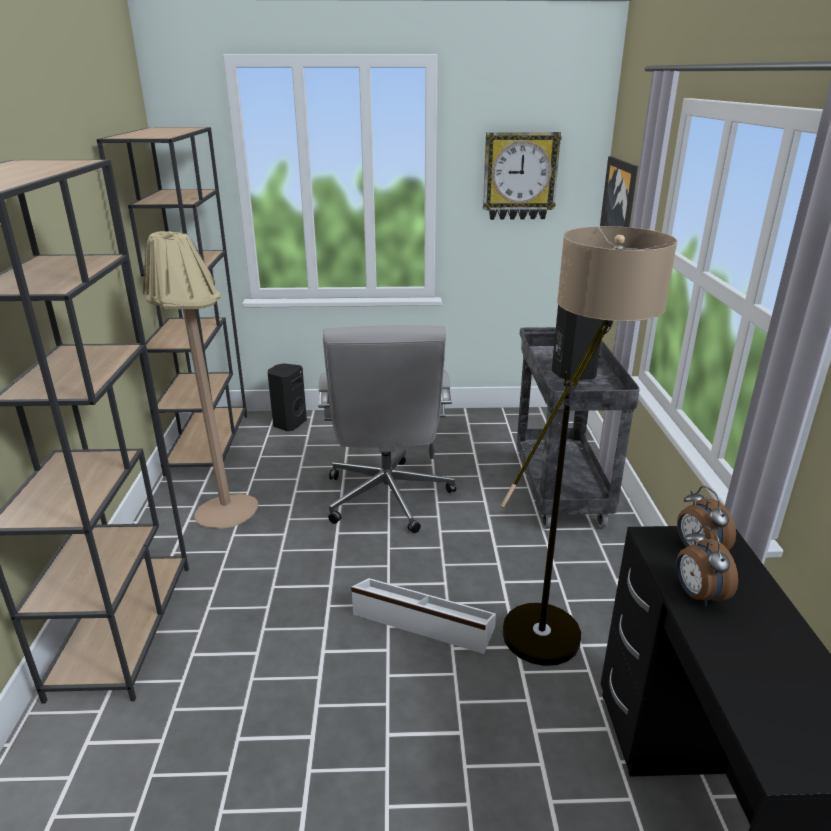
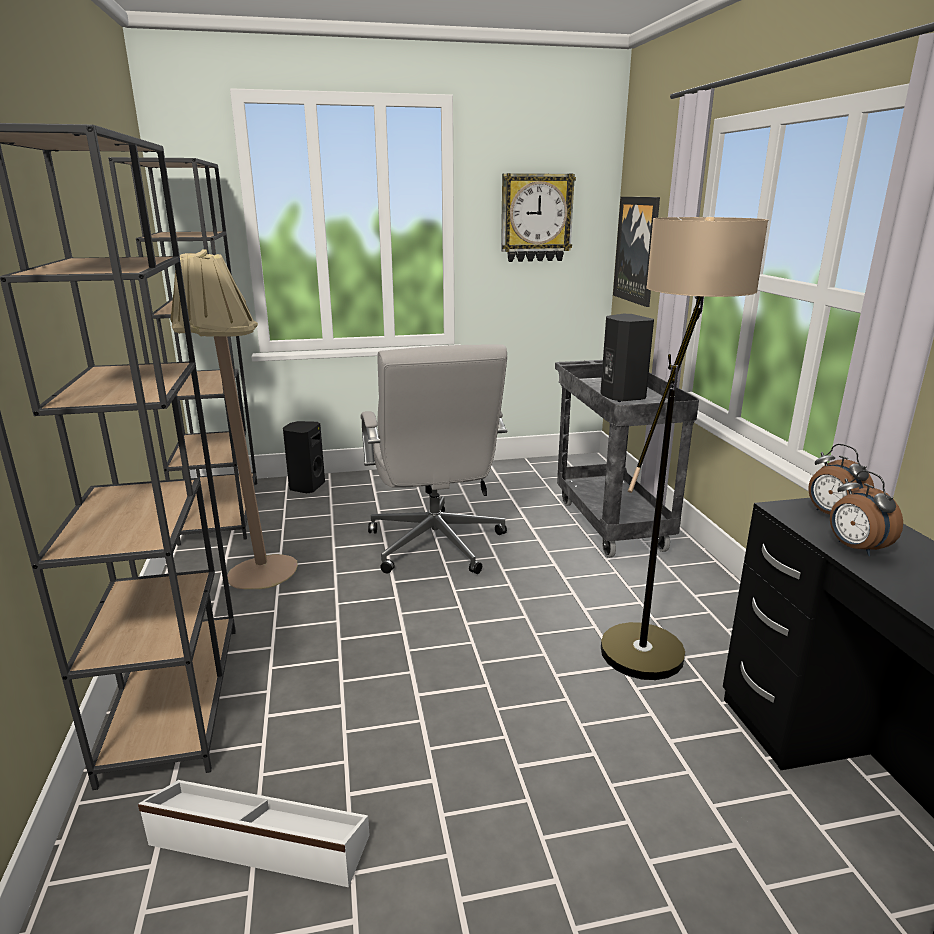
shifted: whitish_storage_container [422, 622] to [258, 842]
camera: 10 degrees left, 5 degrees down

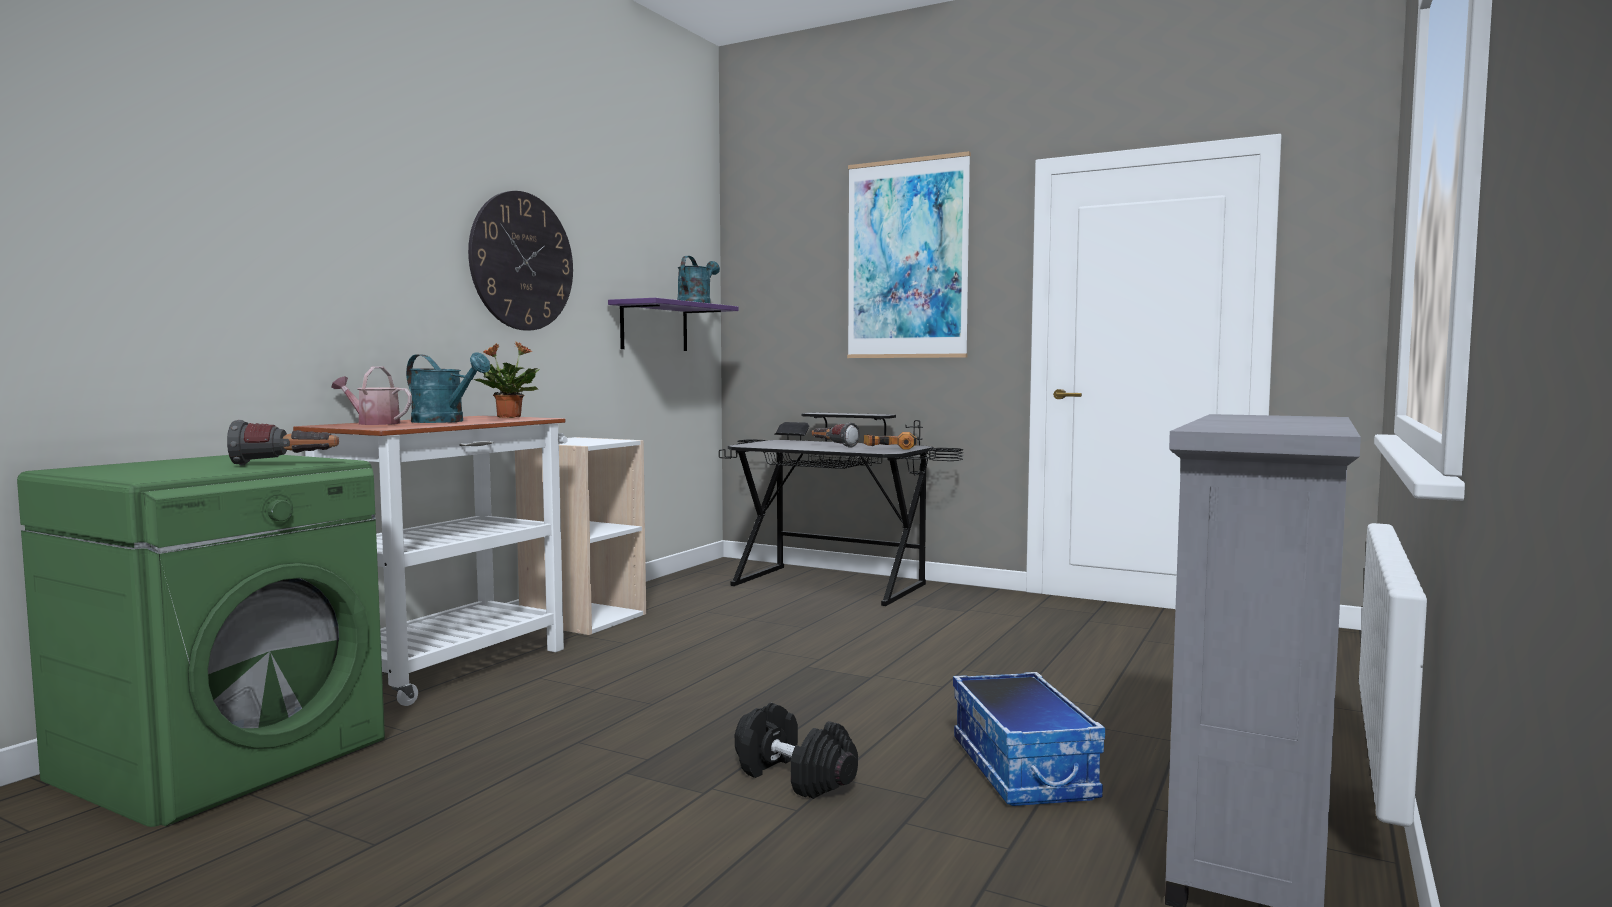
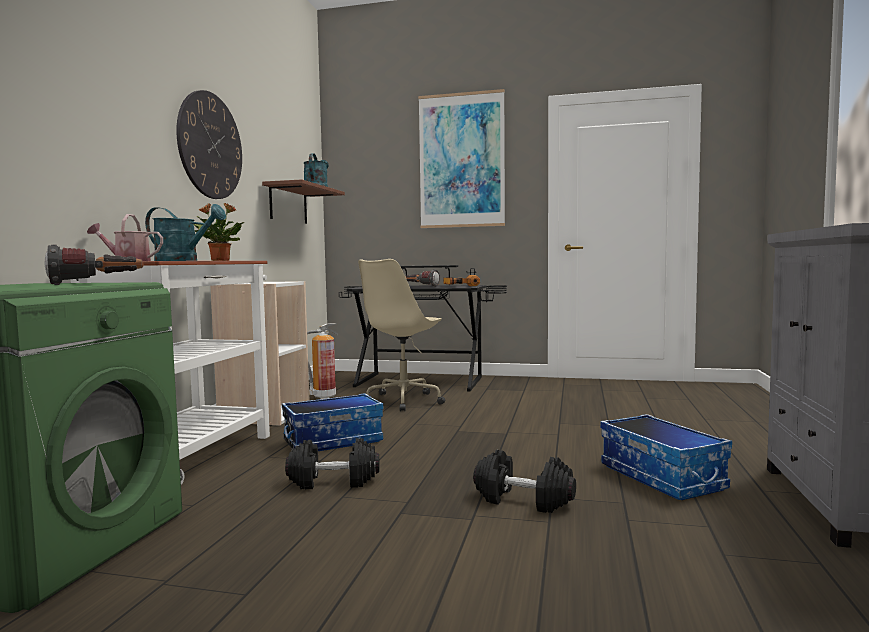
new: sand-coloured_computer_chair [402, 402]; fire-fighting_cylinder [323, 397]; storage_container [333, 441]; black_free_weight [334, 481]
repainted: purple_wall_shelf [654, 327] to brownish_wall_shelf [288, 204]
camera: 15 degrees left, 0 degrees up

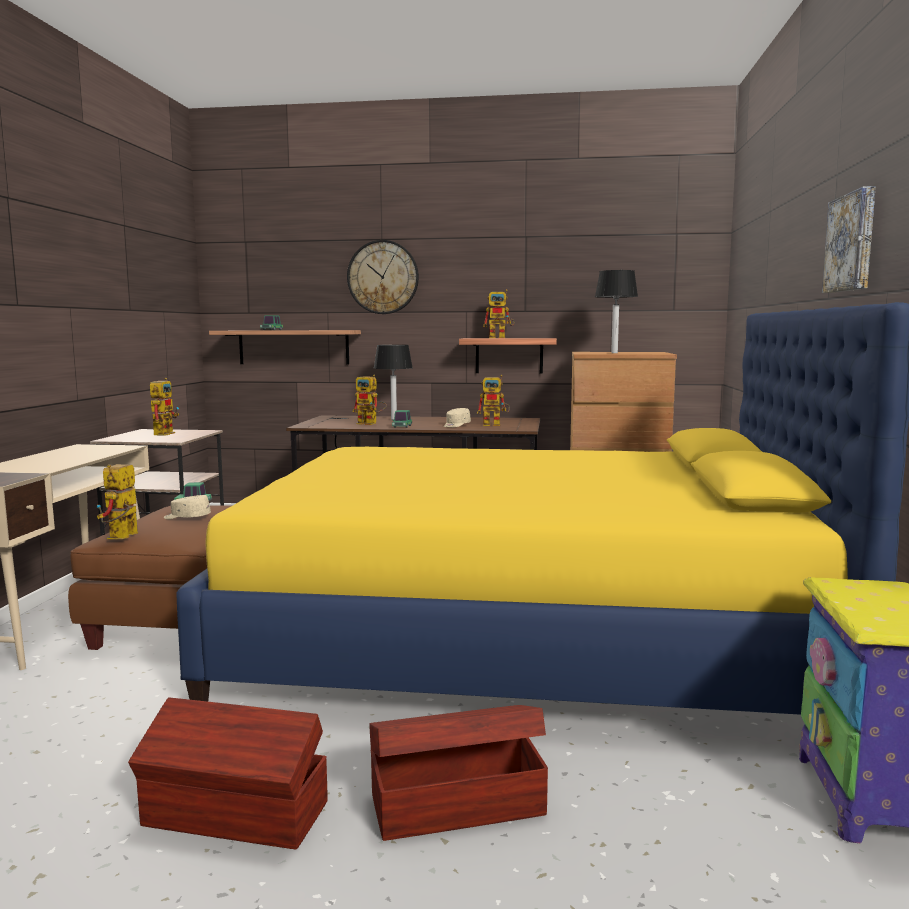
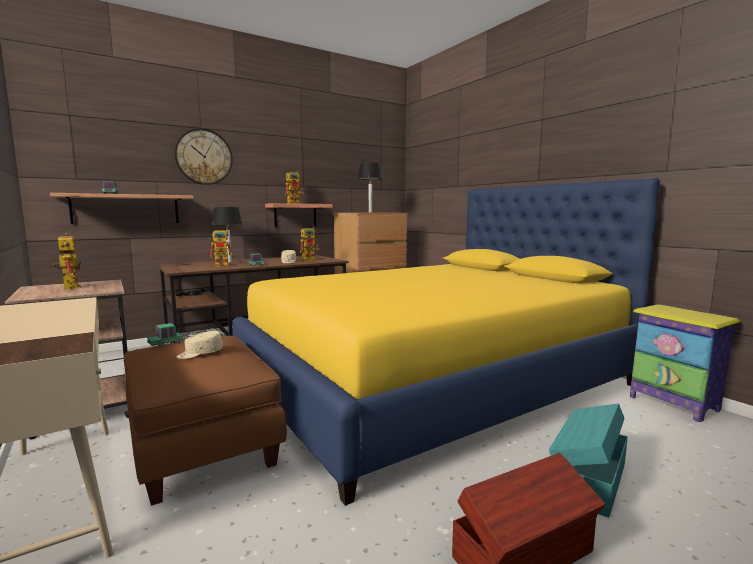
gone: picture [852, 243]; robot_figure [121, 538]
repainted: brownish_storage_container [455, 803] to blue-green_storage_container [588, 479]
camera: 40 degrees left, 0 degrees up

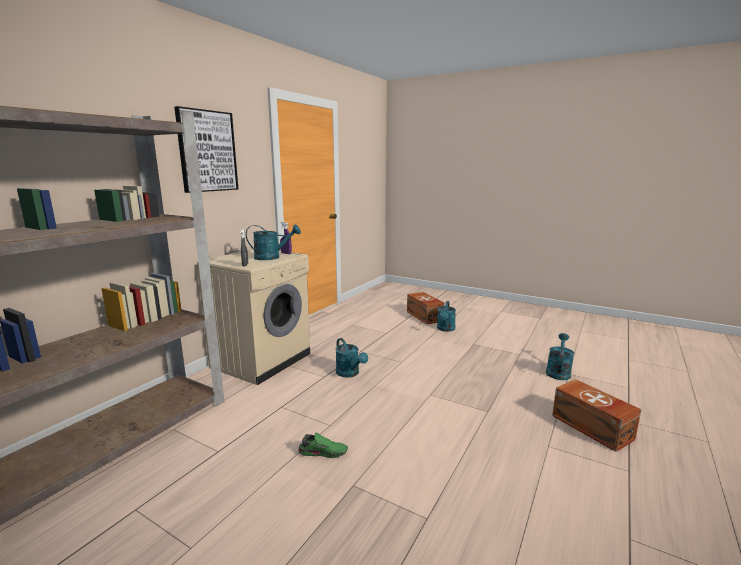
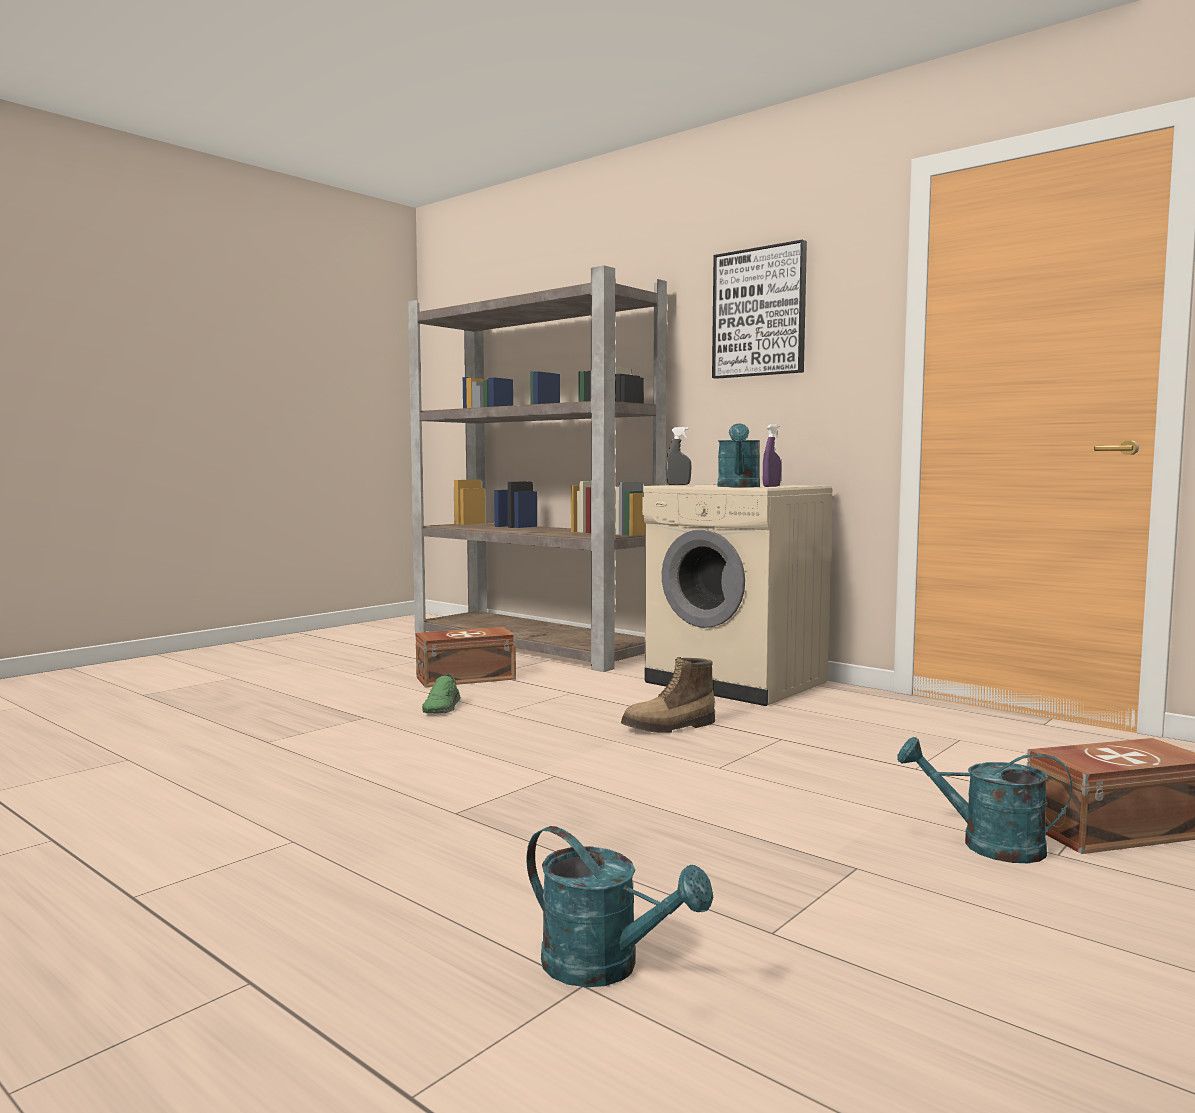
shifted: brownish_storage_container [592, 428] to [464, 678]
swapped: blue-green_watering_can [350, 373] to boot [670, 727]
camera: 100 degrees right, 10 degrees down

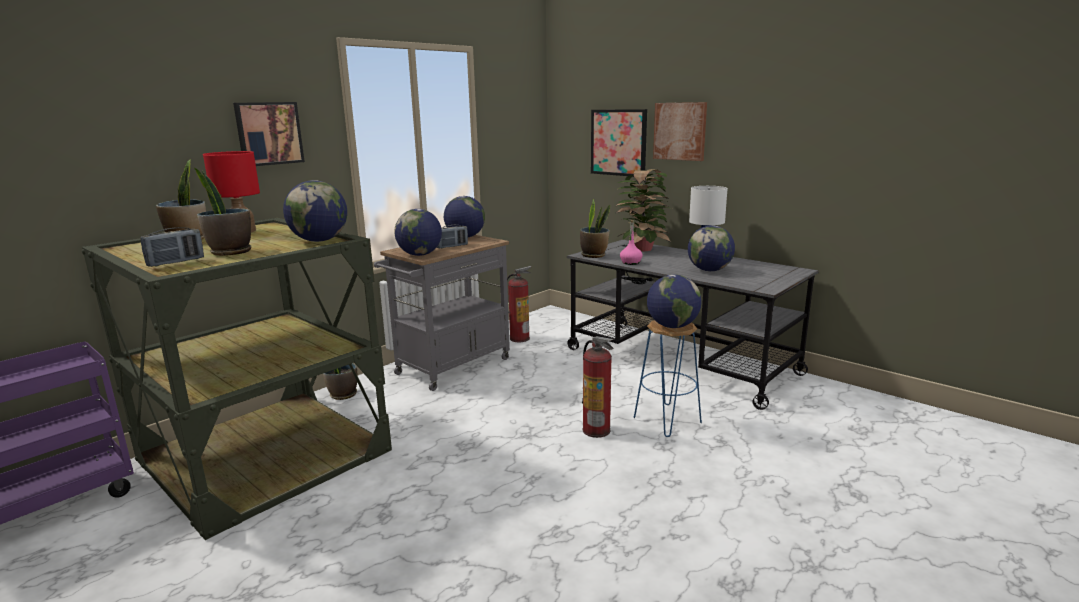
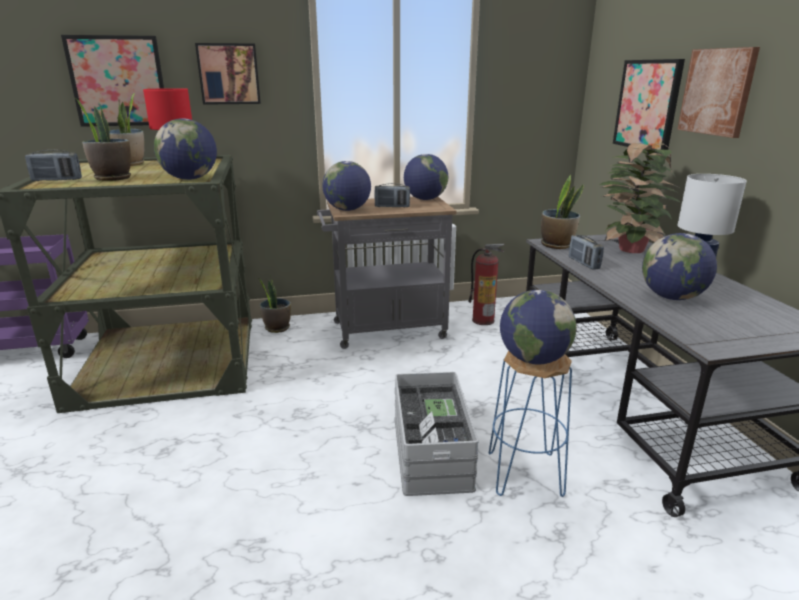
new: picture [118, 81]
swapped: pink_beverage_bottle [631, 262] to radio_set [583, 263]; fire-fighting_cylinder [596, 430] to greyish_storage_container [432, 451]
camera: 35 degrees right, 5 degrees up

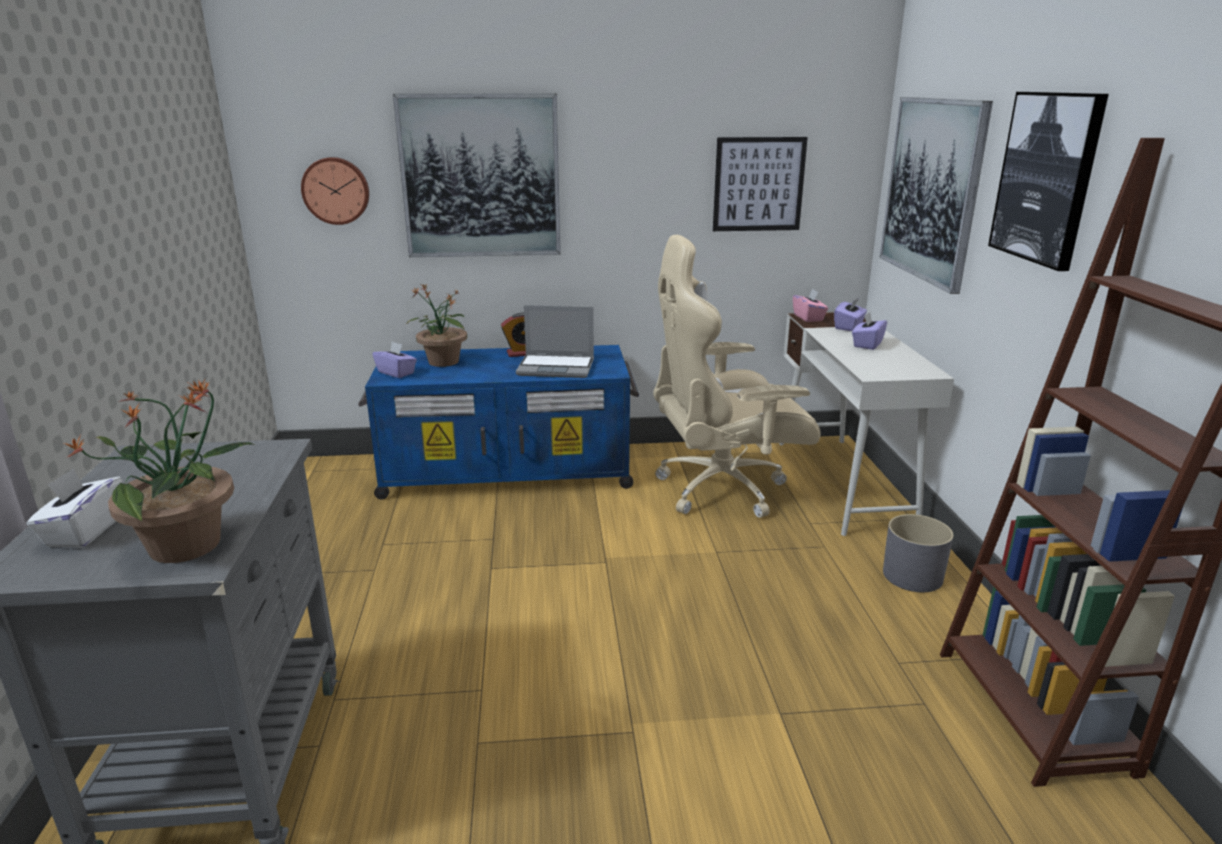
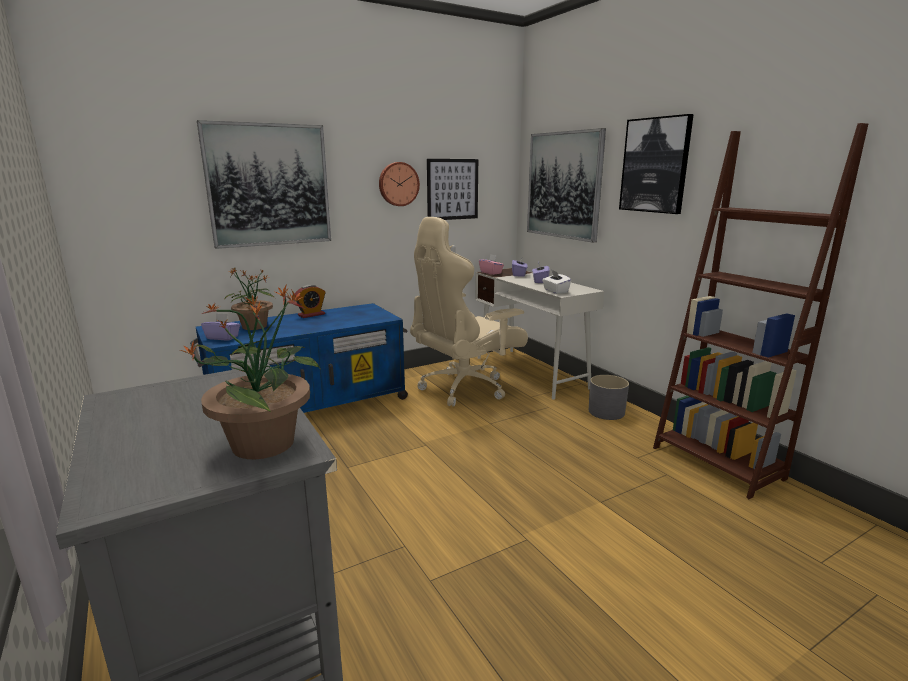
gone: portable_computer [557, 367]
shifted: wall_clock [336, 190] to [398, 184]; whitish_box_of_tissues [84, 531] to [555, 291]
camera: 25 degrees left, 5 degrees down

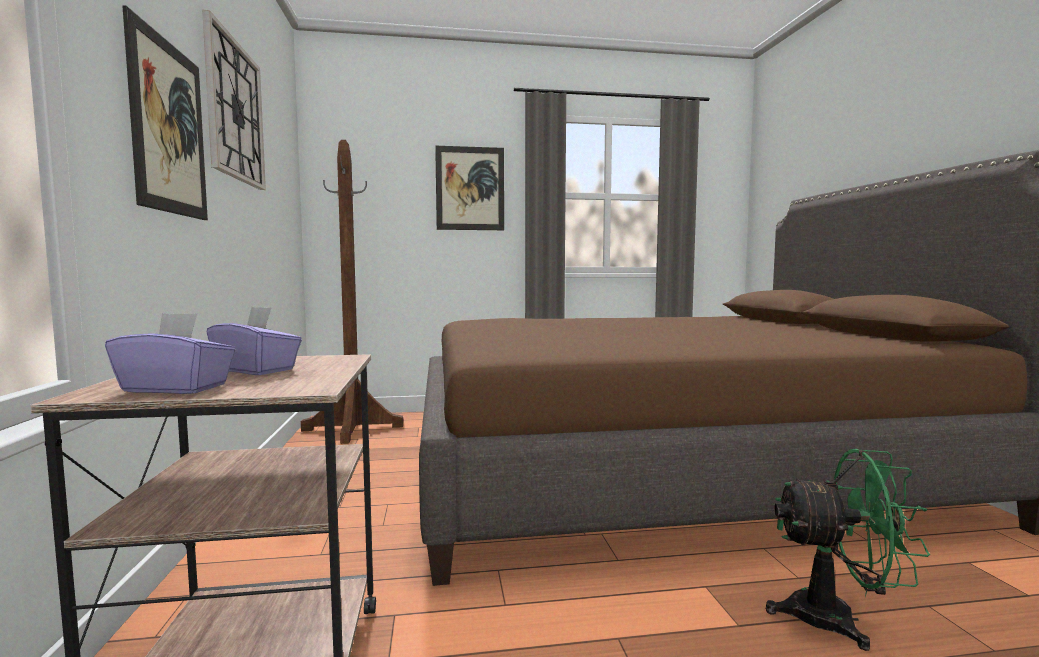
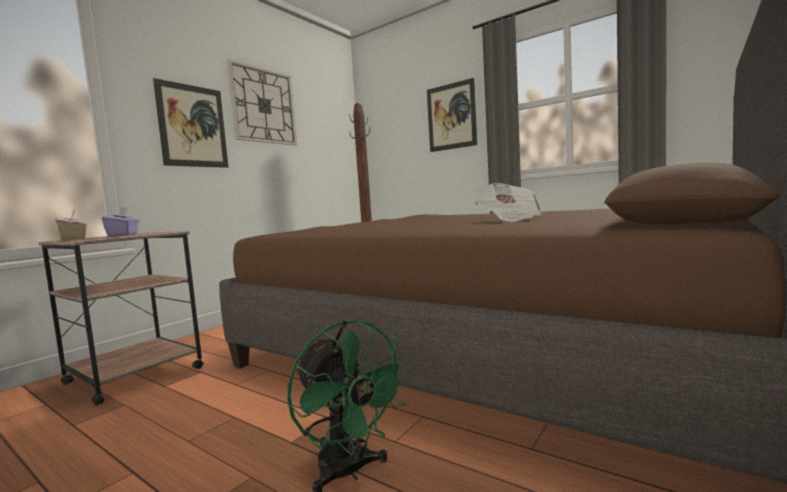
new: daily_paper [508, 219]
repainted: purple_box_of_tissues [176, 388] to sand-coloured_box_of_tissues [73, 239]
camera: 45 degrees right, 0 degrees up

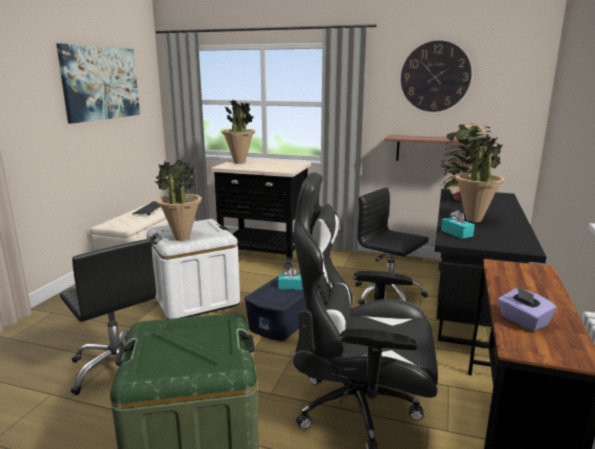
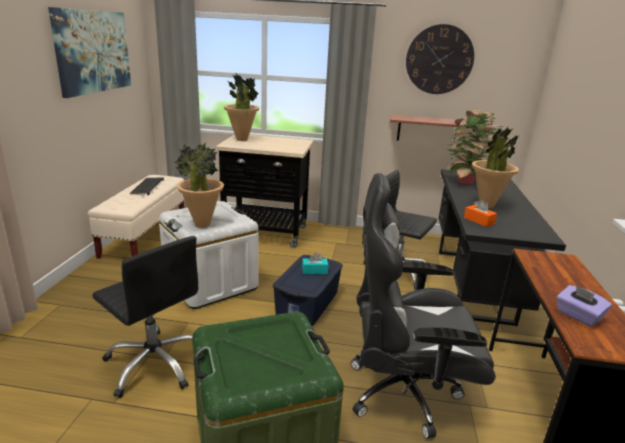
repainted: blue-green_box_of_tissues [456, 233] to orange-coloured_box_of_tissues [479, 221]
camera: 10 degrees left, 5 degrees up

